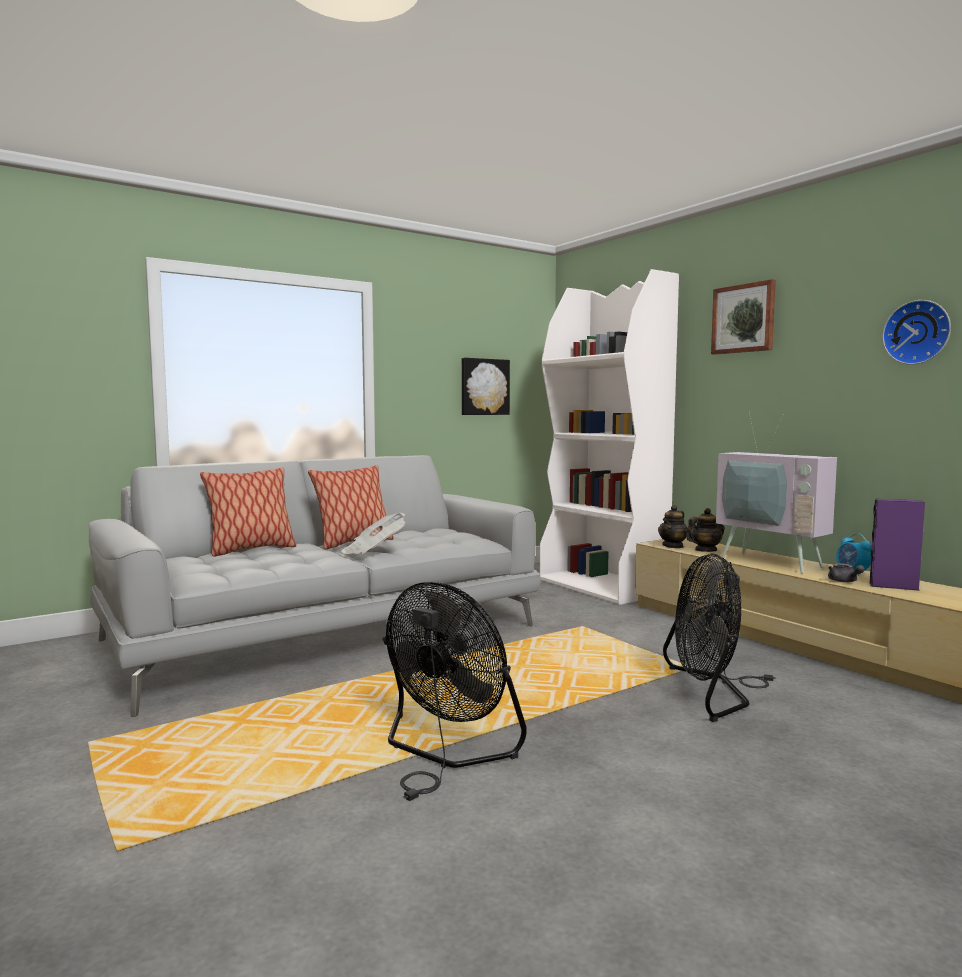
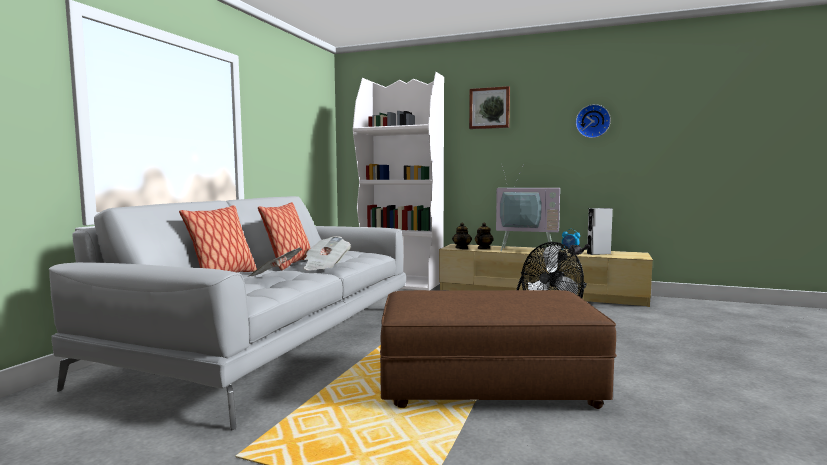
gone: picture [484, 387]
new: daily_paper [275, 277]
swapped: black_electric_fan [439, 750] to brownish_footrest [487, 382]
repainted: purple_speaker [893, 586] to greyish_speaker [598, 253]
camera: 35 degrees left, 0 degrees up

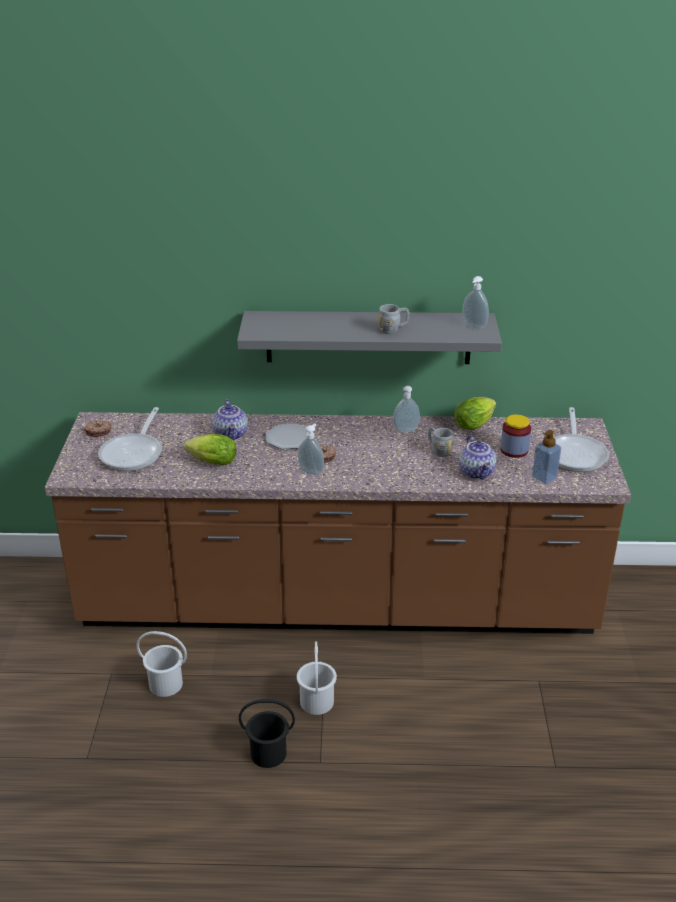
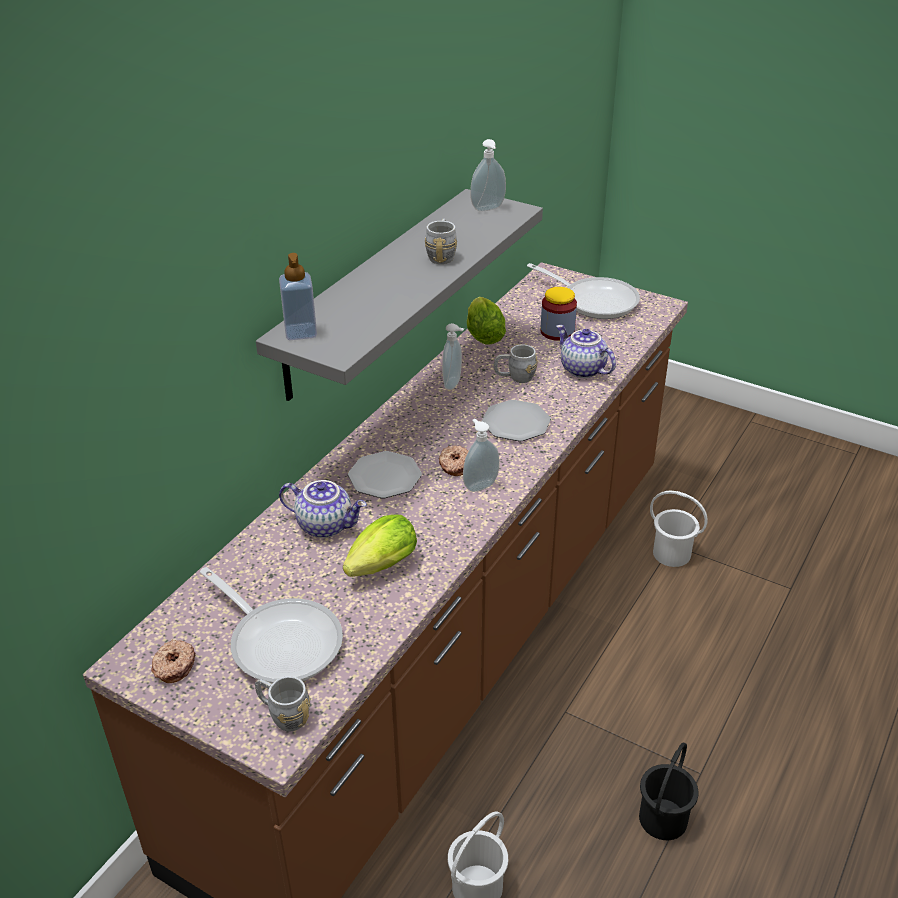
new: plate [516, 423]; greyish_mug [283, 715]
shifted: soap_bottle [544, 477] to [300, 332]; whitish_bucket [316, 702] to [671, 554]
rotated: pot_for_tea [477, 472] = [581, 370] 150 degrees counterclockwise
camera: 60 degrees left, 5 degrees up

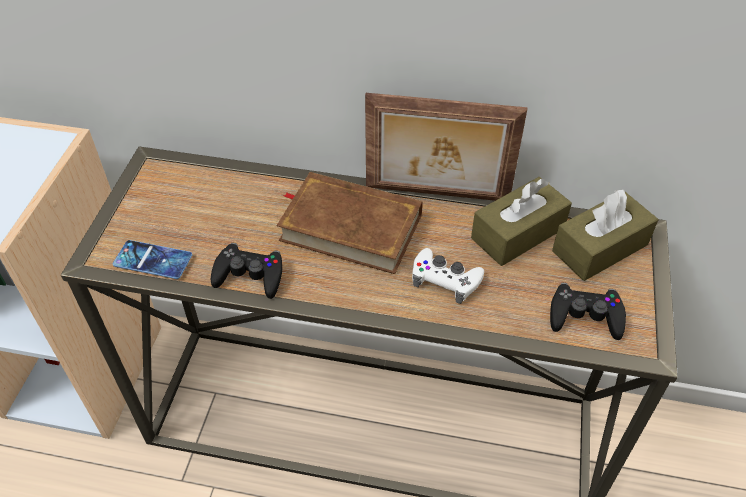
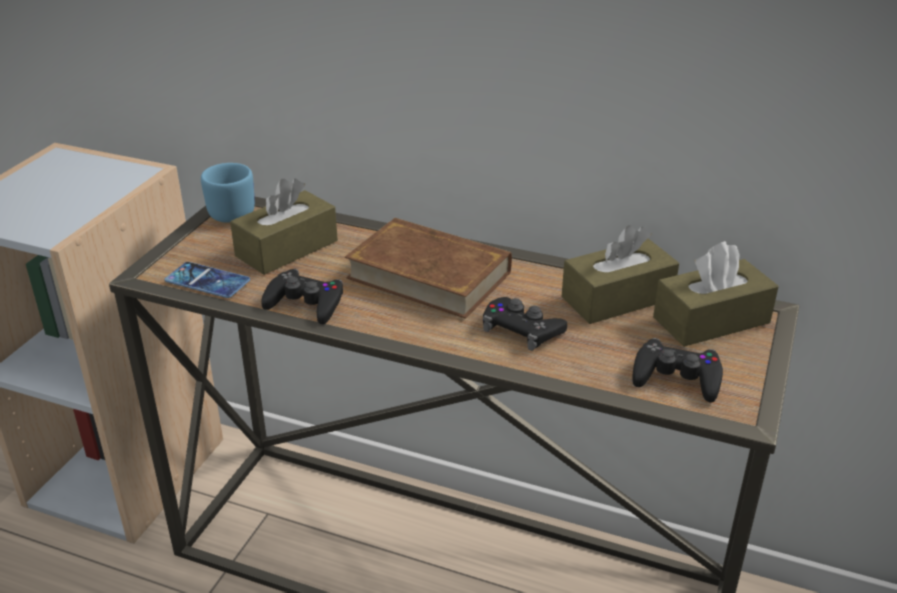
gone: picture_frame [437, 195]
new: bluish_mug [227, 212]; brownish_box_of_tissues [287, 248]
repainted: whitish_gamepad [445, 279] to black_gamepad [522, 330]
camera: 10 degrees right, 15 degrees down

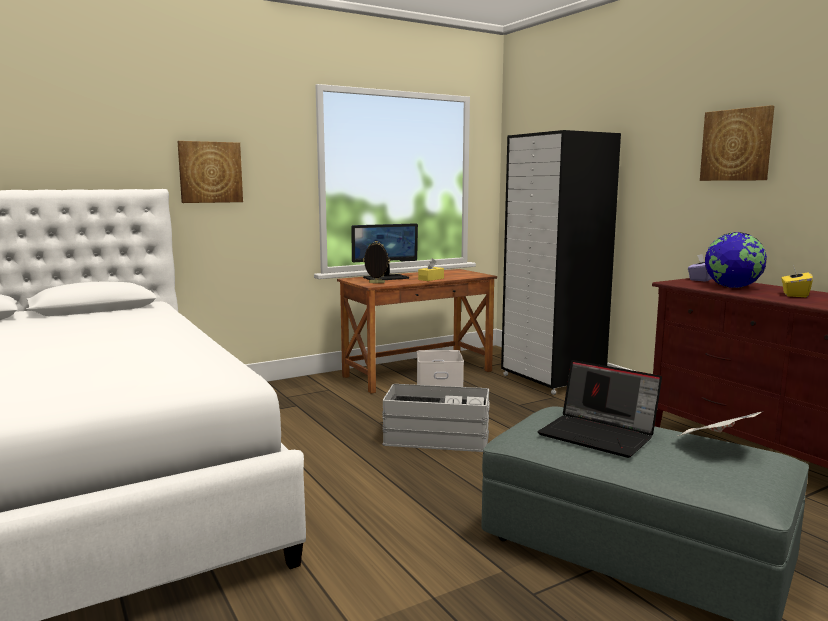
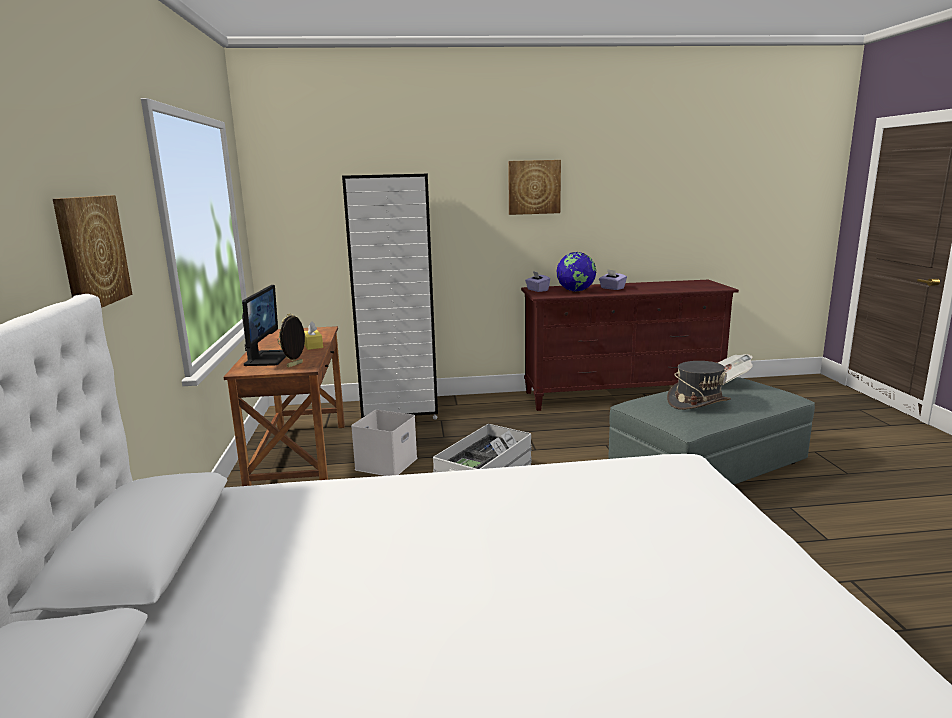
swapped: portable_computer [599, 435] to greyish_clothing_hat [698, 402]
repainted: yellow-coloured_box_of_tissues [794, 295] to purple_box_of_tissues [612, 288]
camera: 65 degrees left, 5 degrees up

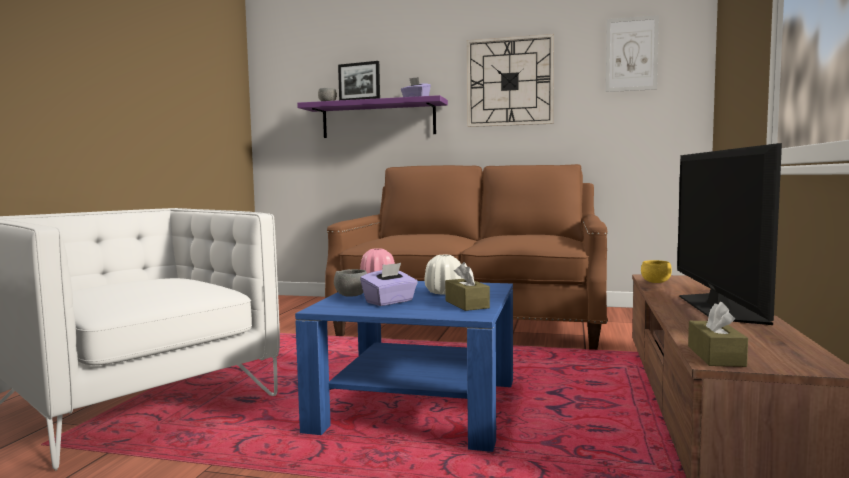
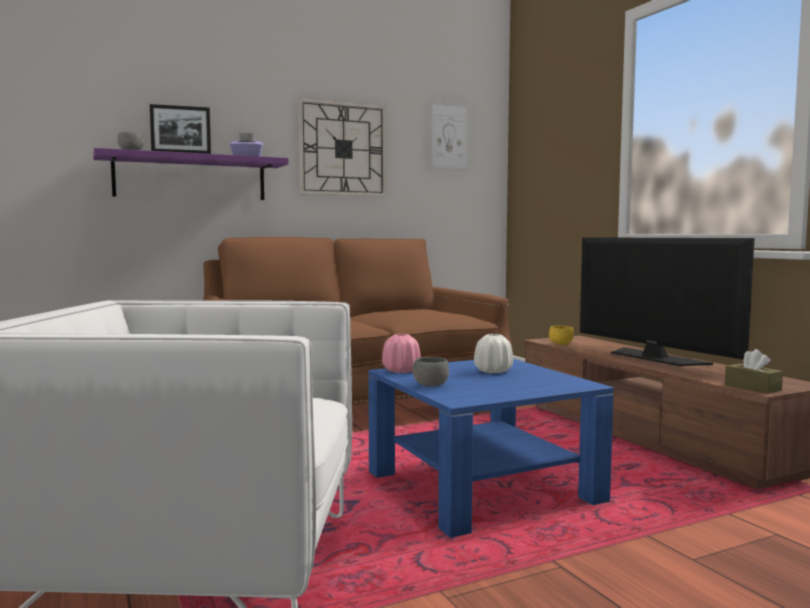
gone: brownish_box_of_tissues [466, 304]; purple_box_of_tissues [390, 302]
camera: 40 degrees left, 0 degrees up

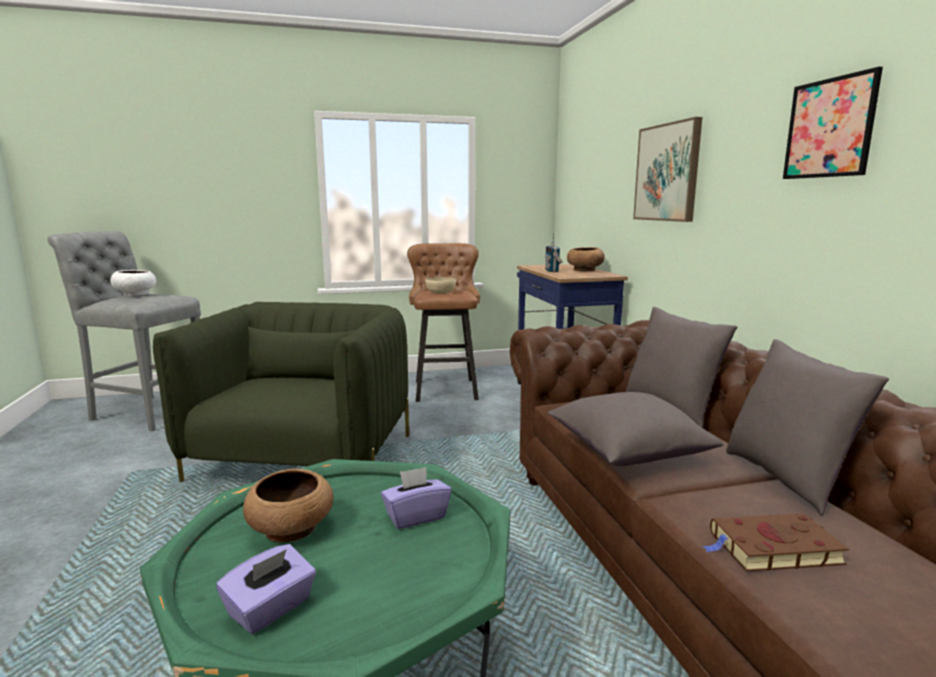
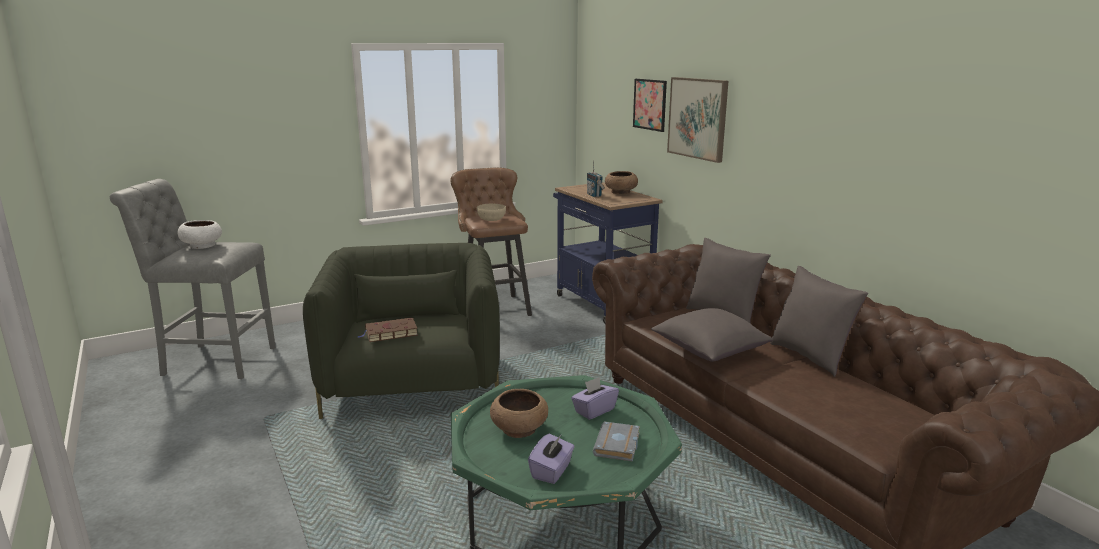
new: greyish_book [618, 446]
shifted: picture [829, 128] to [650, 104]; brownish_book [771, 548] to [389, 333]
camera: 15 degrees left, 5 degrees up

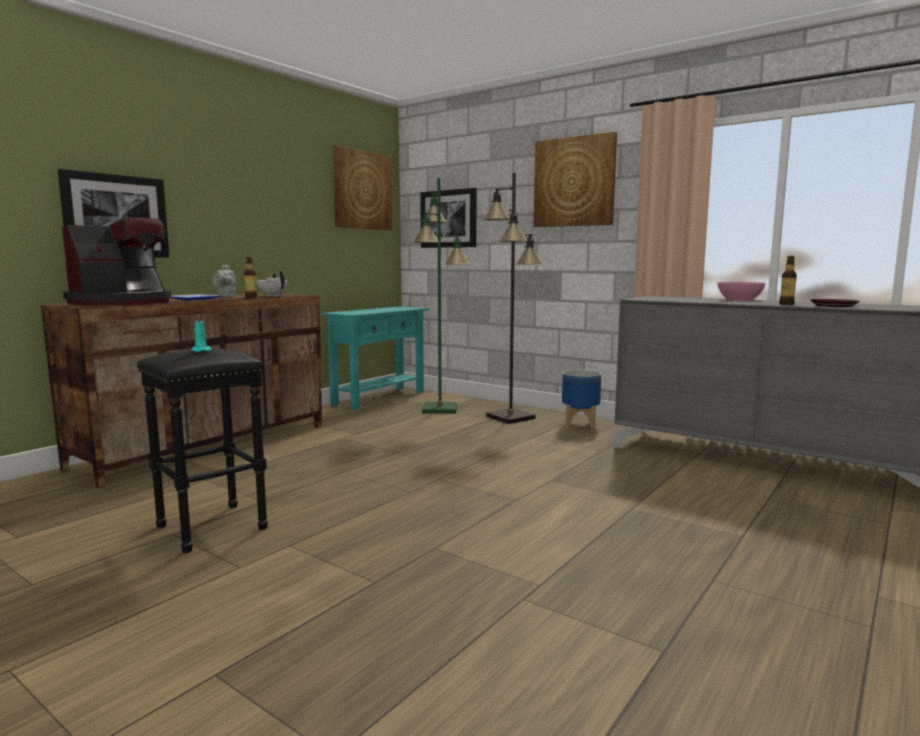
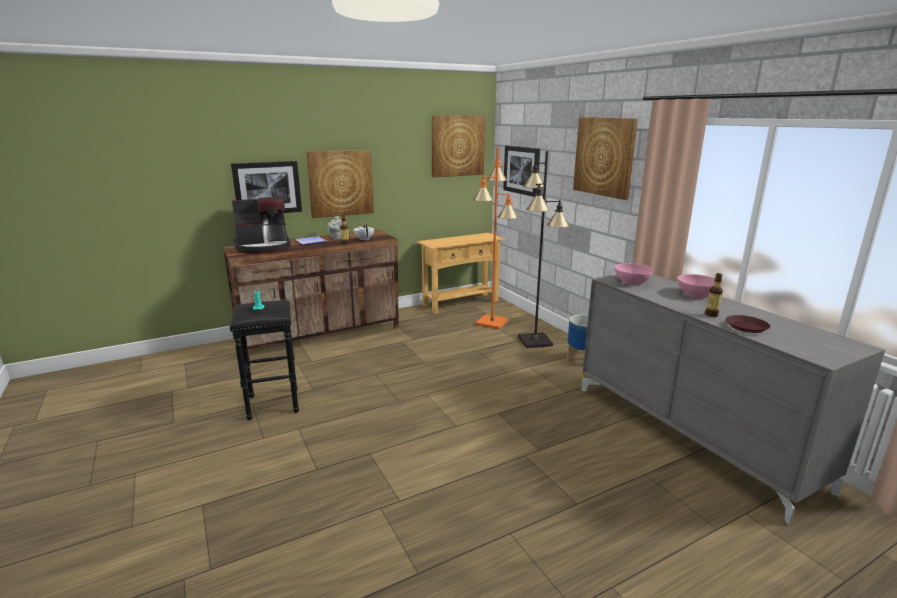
new: picture [340, 183]; pink_deep_dish [632, 282]
repainted: green_standing_lamp [440, 409] to orange-coloured_standing_lamp [492, 322]; blue-green_console_table [379, 398] to sand-coloured_console_table [460, 303]
camera: 25 degrees right, 10 degrees up

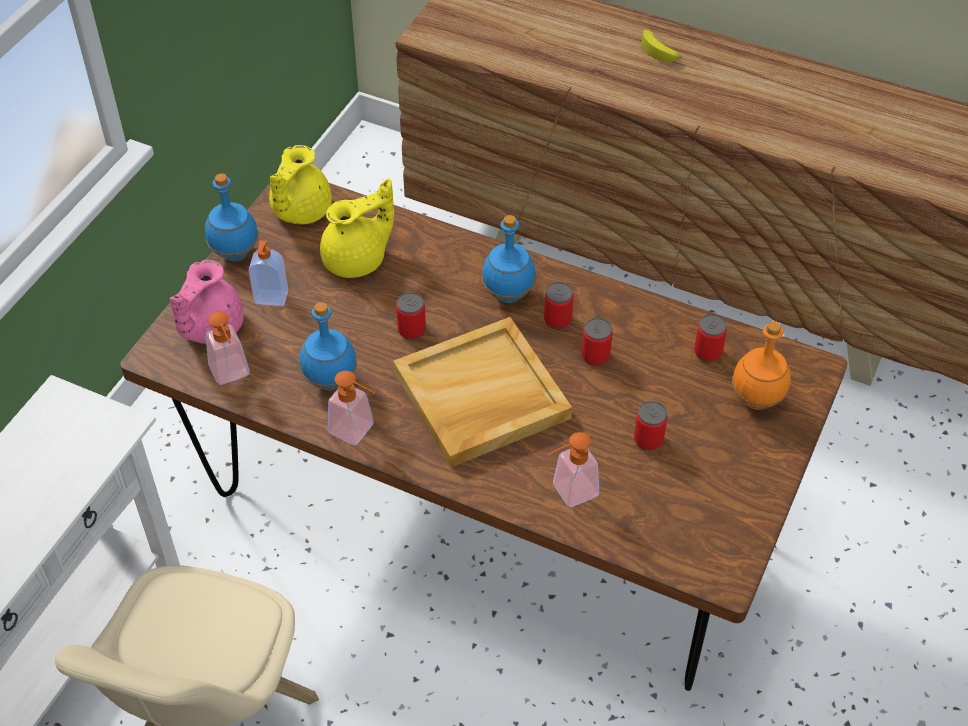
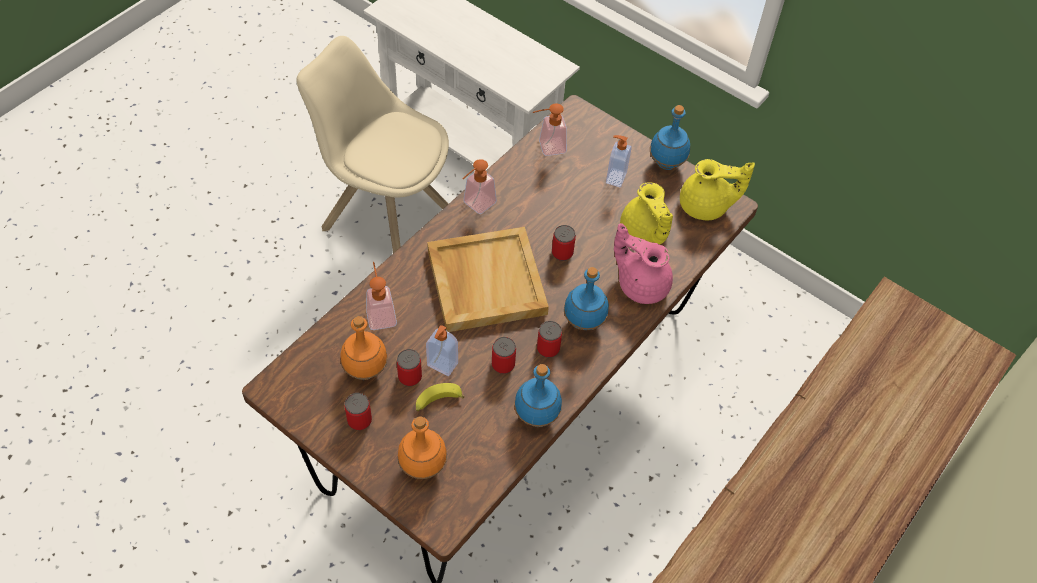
new: orange-coloured_beverage_bottle [366, 370]; soap_bottle [442, 365]
shifted: banana [660, 52] to [437, 401]; pink_pot_for_tea [209, 328] to [641, 284]; bluish_beverage_bottle [331, 380] to [537, 416]; sealed_can [707, 352] to [359, 420]
rotated: yellow-coloured_pot_for_tea [299, 211] = [706, 206] 150 degrees clockwise
camera: 100 degrees right, 5 degrees up

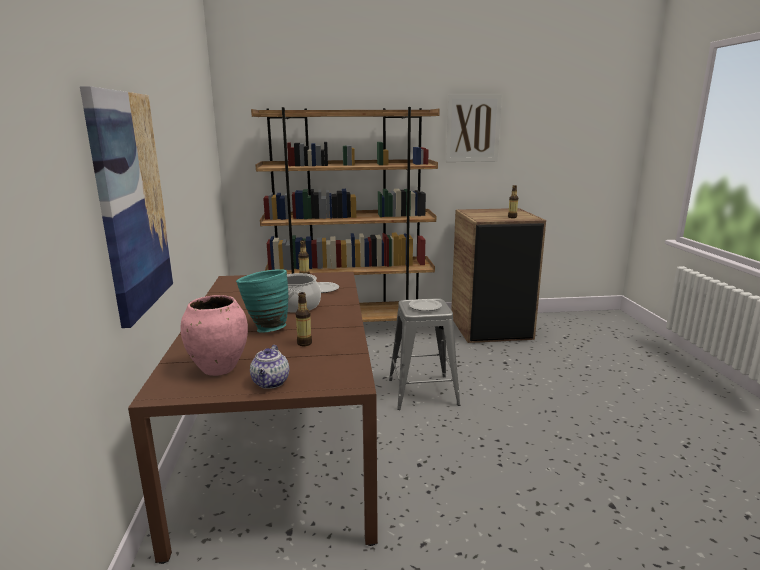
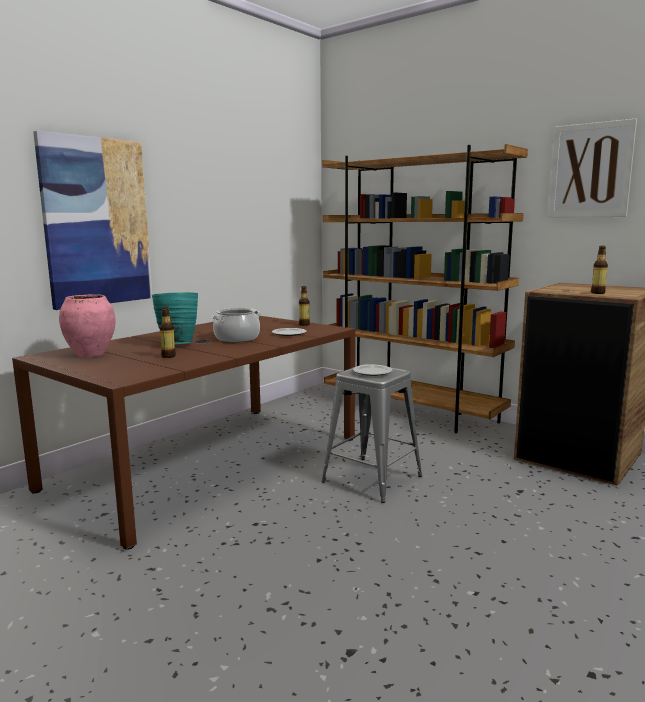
gone: pot_for_tea [271, 383]
camera: 45 degrees right, 5 degrees down

